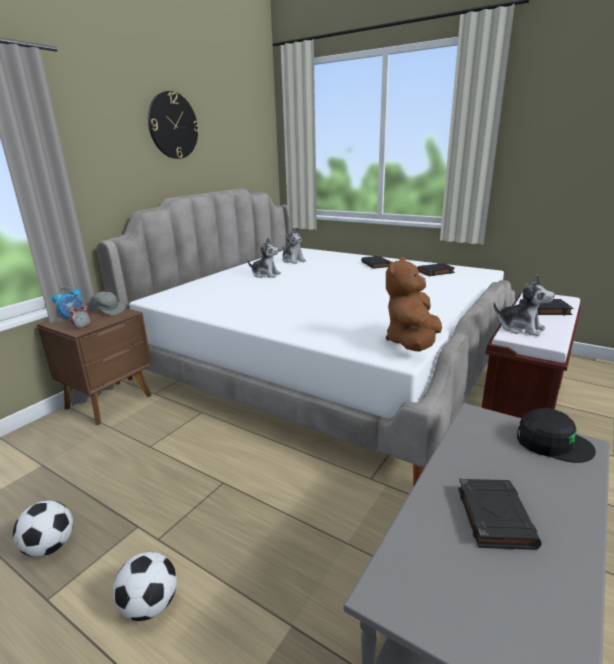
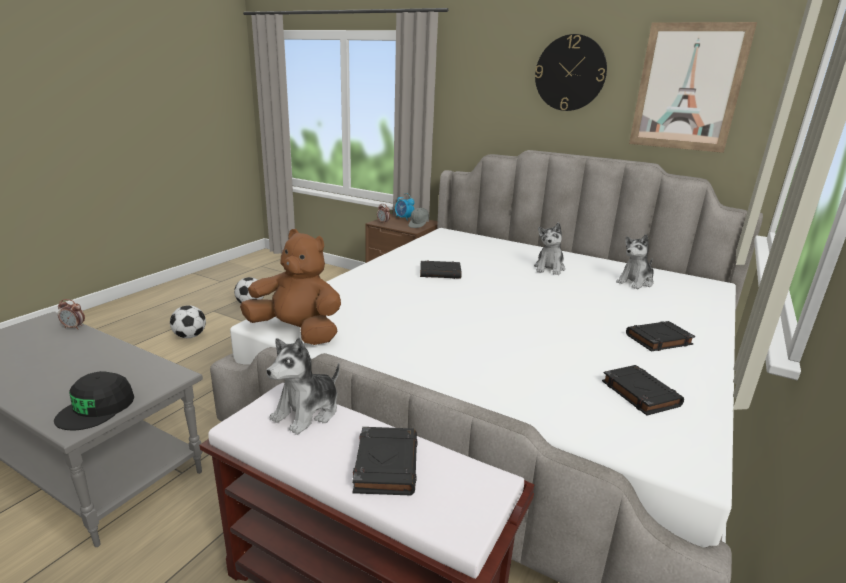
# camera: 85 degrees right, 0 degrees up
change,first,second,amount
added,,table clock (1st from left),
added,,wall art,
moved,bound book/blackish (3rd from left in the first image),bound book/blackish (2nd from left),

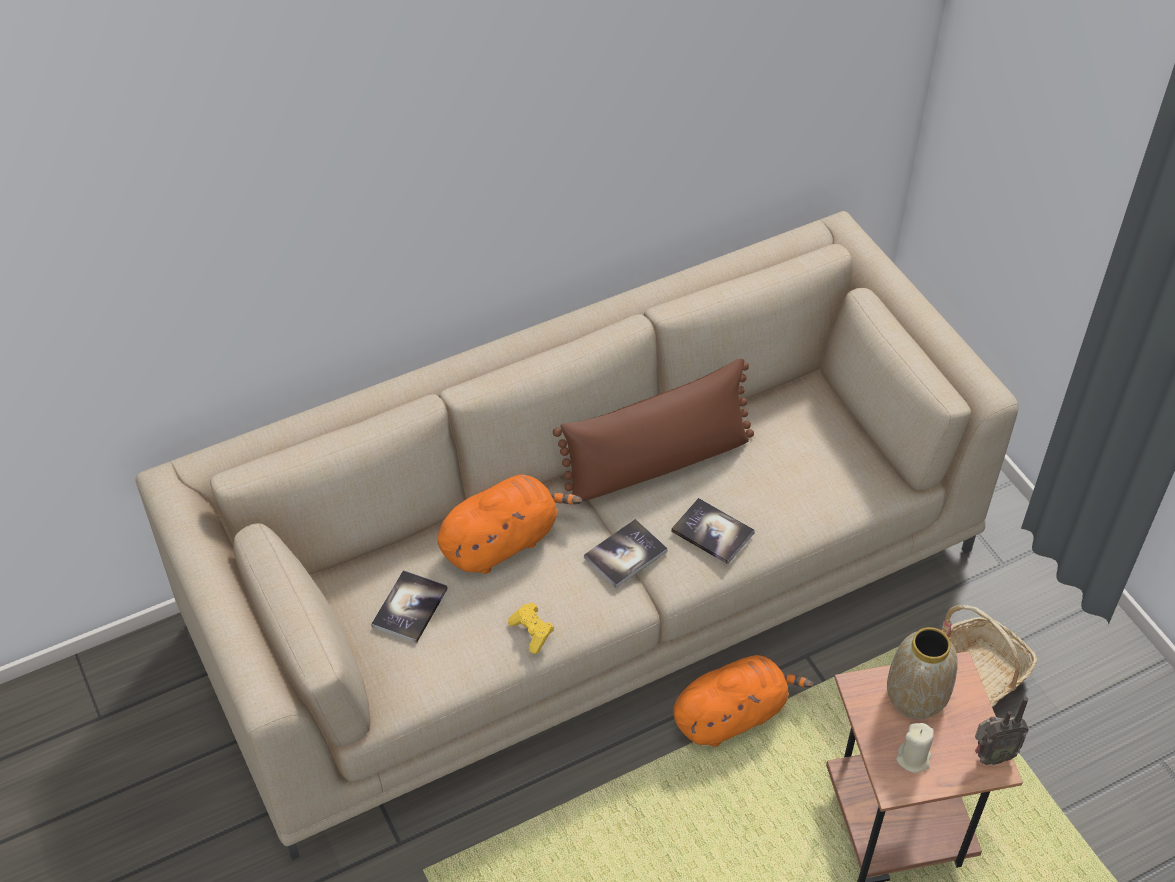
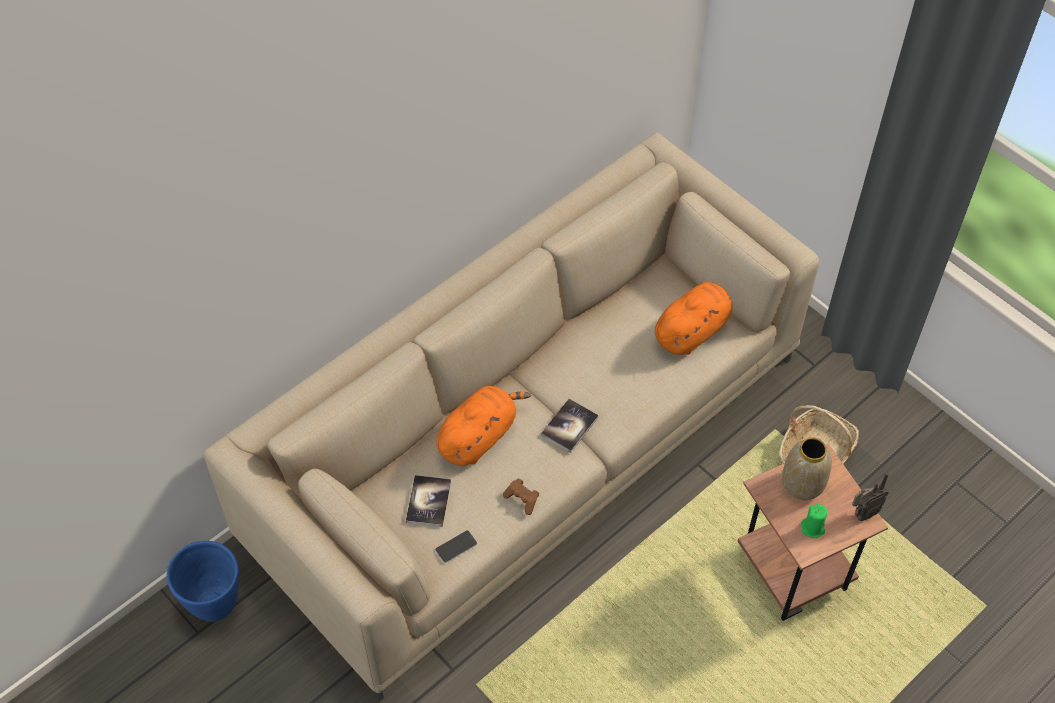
# camera: 15 degrees left, 5 degrees up
change,first,second,amount
removed,pillow/brownish,,
removed,bound book (3rd from left),,
added,,plant pot/blue-coloured,
added,,telephone,
moved,soft toy/orangey (2nd from left),,
recoloured,gamepad/yellow-coloured,gamepad/brownish,
recoloured,wax light/beige,wax light/green,

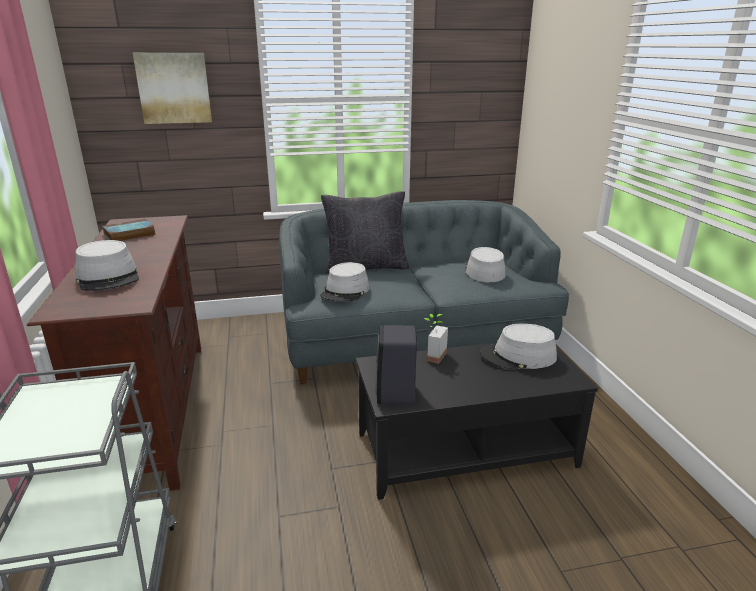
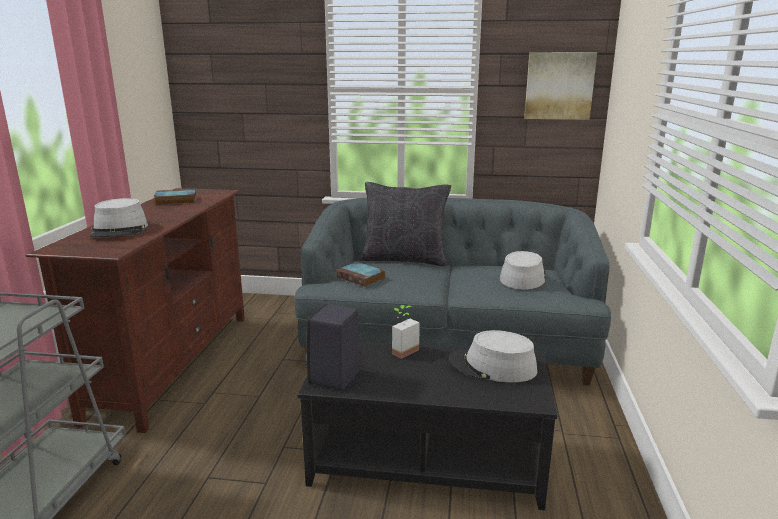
# camera: 20 degrees right, 5 degrees down
change,first,second,amount
moved,wall art,,
replaced,hat/grey (2nd from left),bound book (2nd from left),

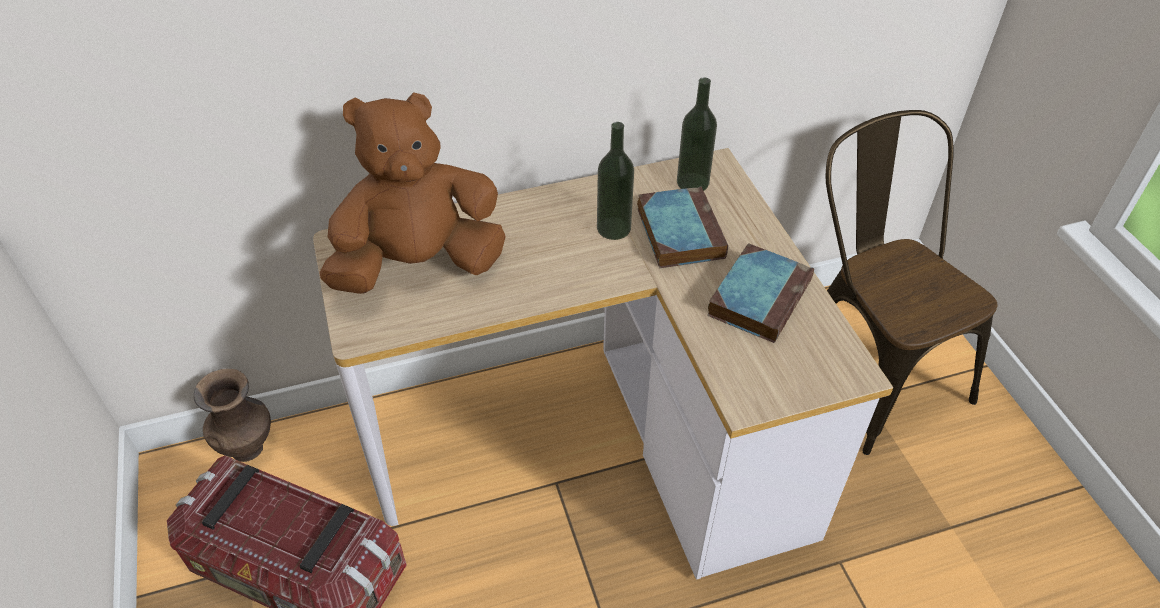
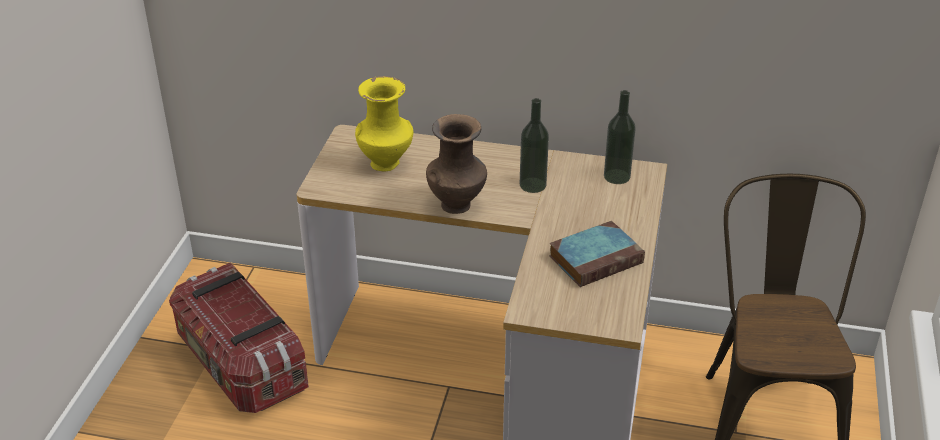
# camera: 30 degrees right, 10 degrees down
change,first,second,amount
removed,bound book (1st from left),,
moved,vase/brownish,,
replaced,soft toy/brownish,vase/yellow-coloured,

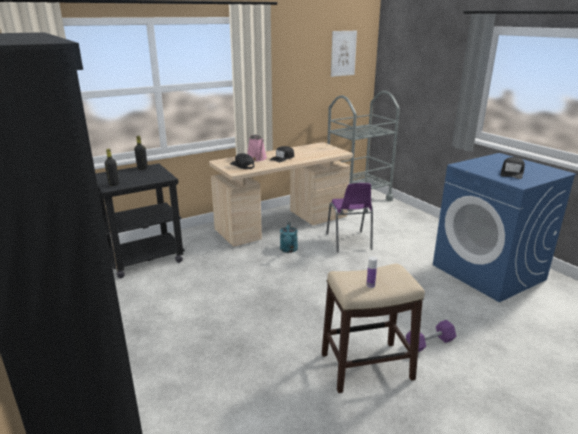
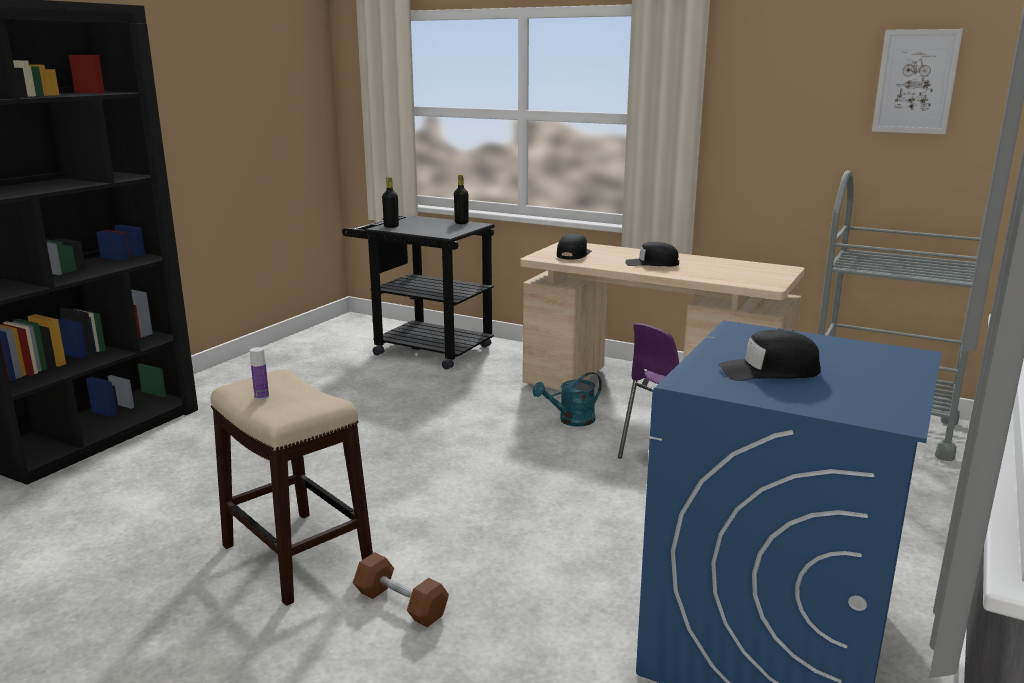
# camera: 60 degrees right, 5 degrees down
change,first,second,amount
removed,watering pot/pink,,
recoloured,free weight/purplish,free weight/brownish,

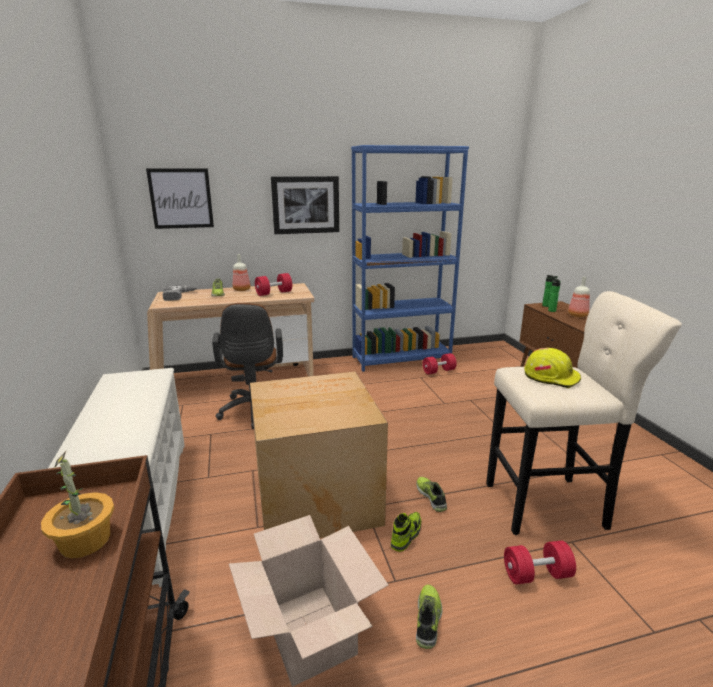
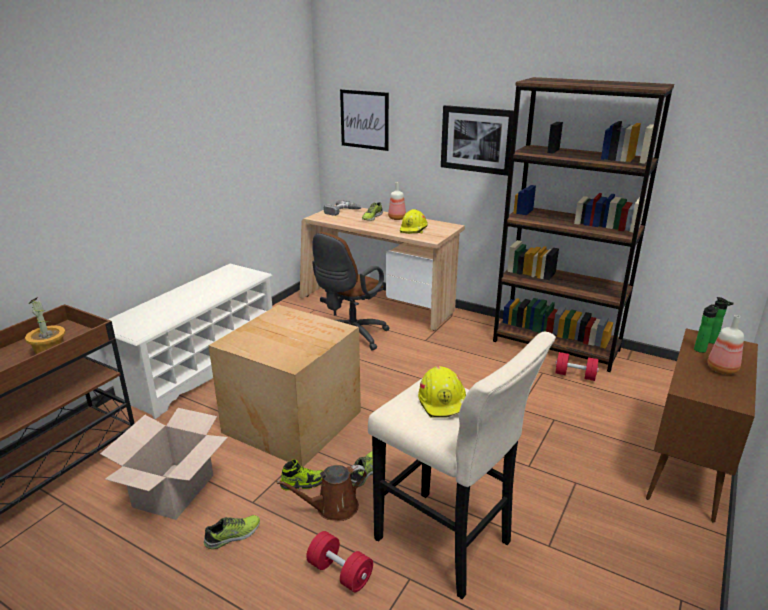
# camera: 45 degrees right, 5 degrees up
change,first,second,amount
added,,watering pot/brownish,
replaced,free weight/red-coloured (1st from left),work helmet/yellow-coloured (1st from left),
recoloured,shelving unit/blue-coloured,shelving unit/brownish,

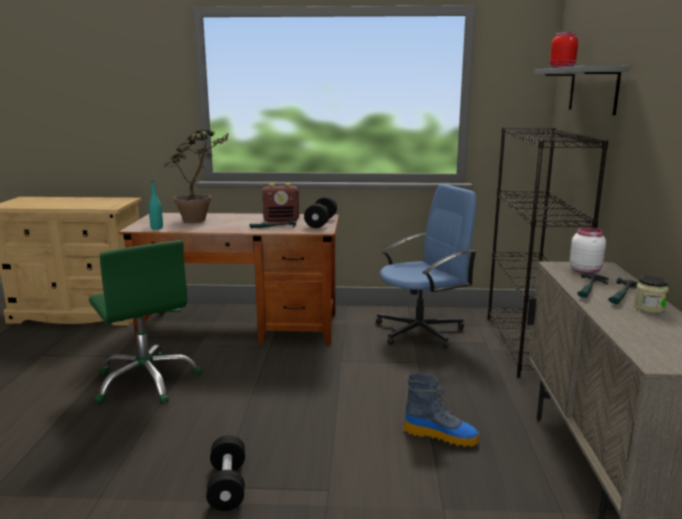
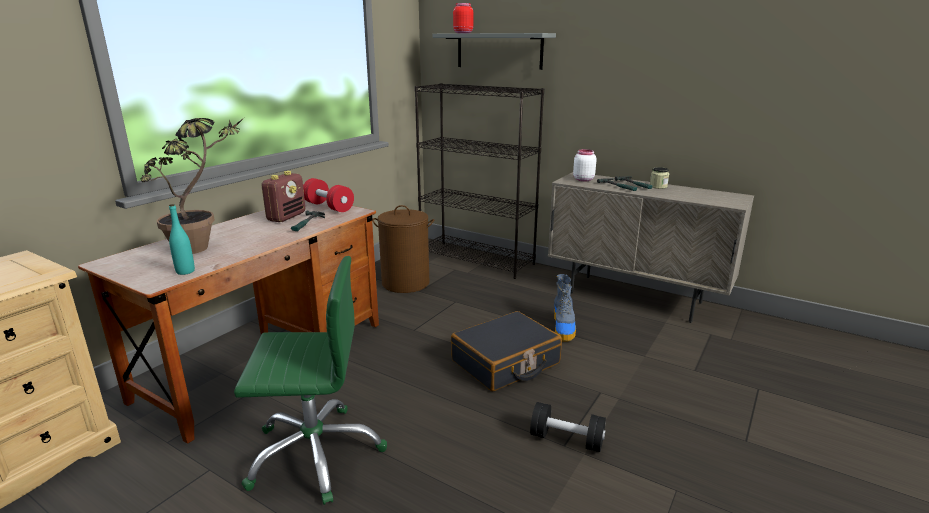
# camera: 60 degrees left, 5 degrees up
change,first,second,amount
added,,travel case/blackish,
replaced,computer chair/blue-coloured,laundry basket/brownish,
recoloured,free weight/blackish (2nd from left),free weight/red-coloured,
turned,high-top boot,,135 degrees clockwise

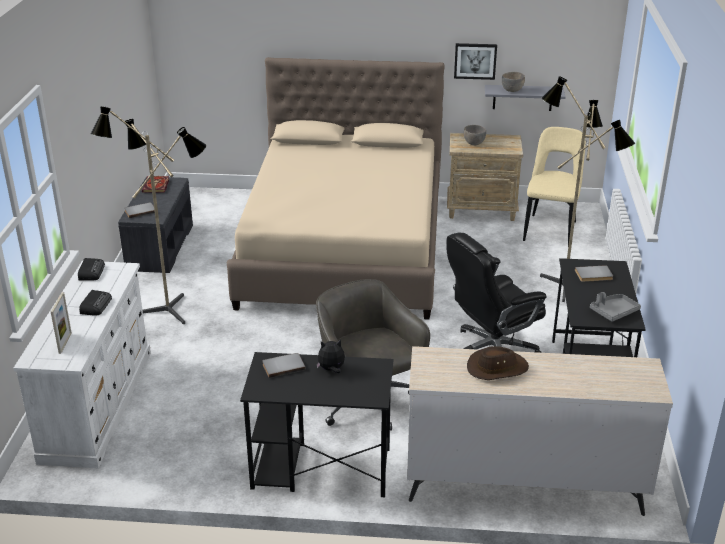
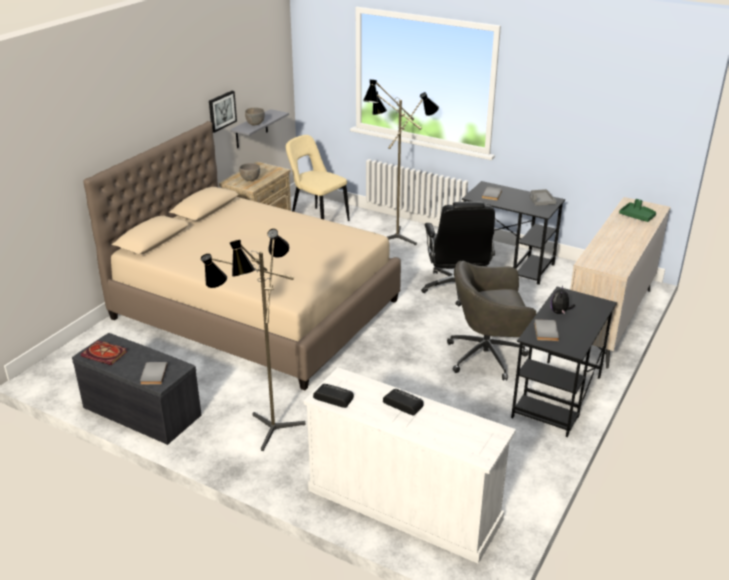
# camera: 65 degrees left, 0 degrees up
change,first,second,amount
removed,picture frame,,
removed,hat/brownish,,
added,,tray/green,

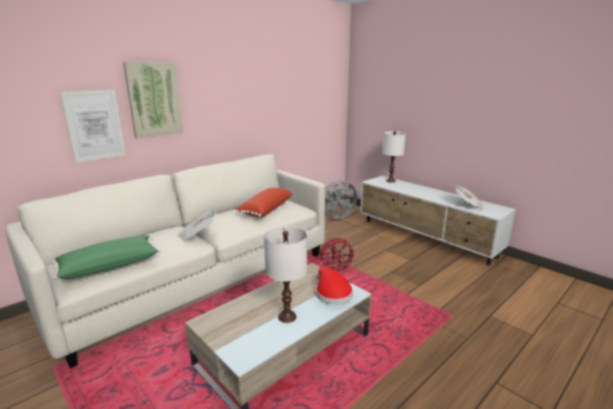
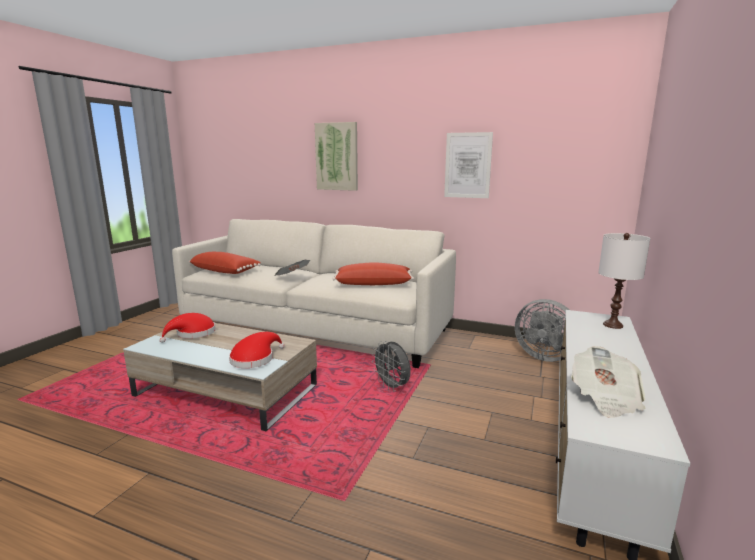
# camera: 65 degrees right, 5 degrees down
change,first,second,amount
removed,lamp for a table/whitish (1st from left),,
added,,hat/red-coloured (1st from left),
moved,wall art (1st from left in the first image),wall art (2nd from left),
recoloured,pillow/green,pillow/red-coloured (1st from left),
recoloured,cooling fan/red-coloured,cooling fan/grey (1st from left),

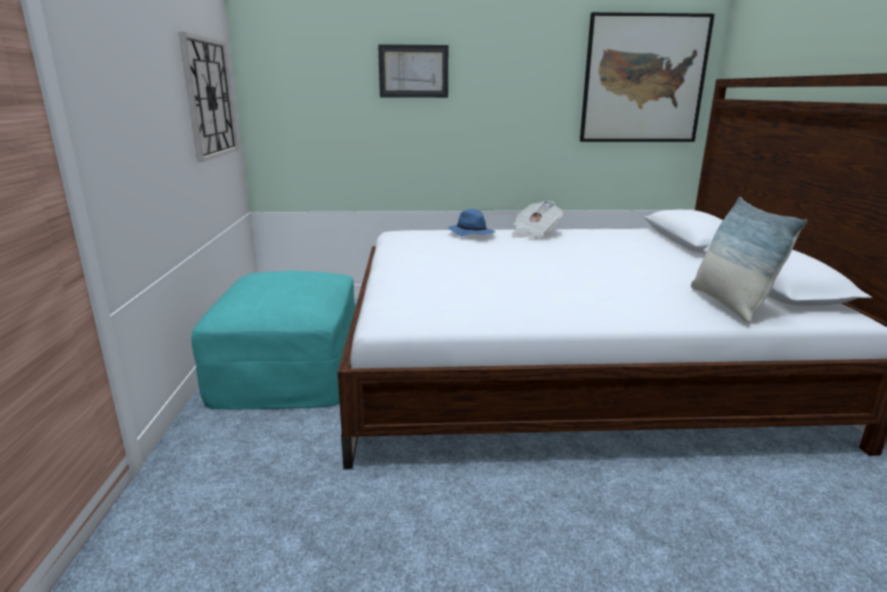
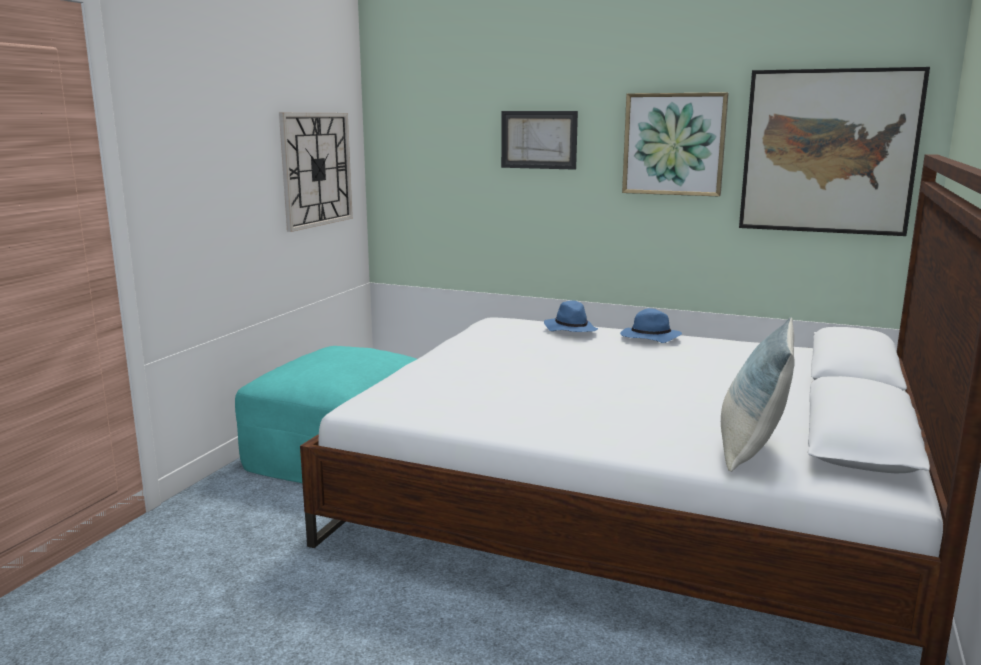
# camera: 25 degrees right, 5 degrees down
change,first,second,amount
added,,wall art (2nd from left),
replaced,printed paper,hat/blue-coloured (2nd from left),

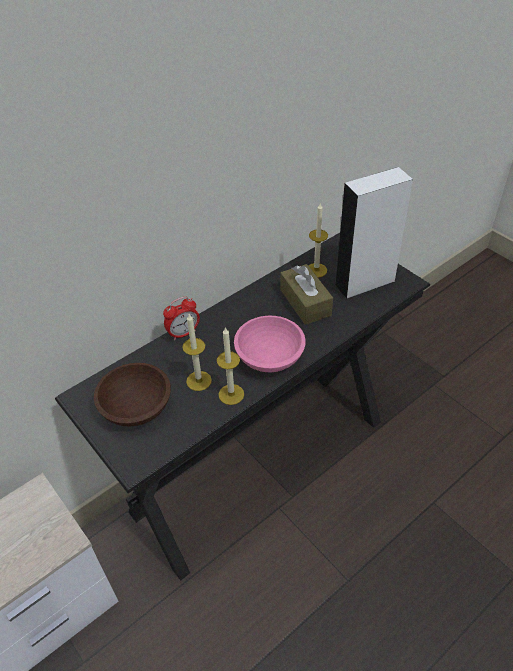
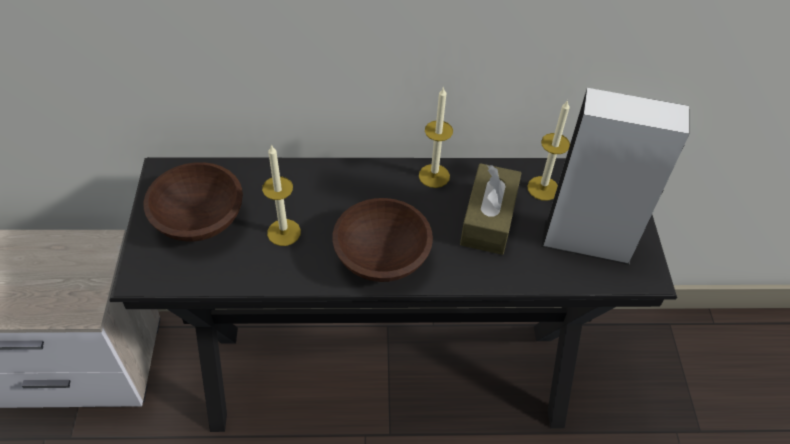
# camera: 35 degrees right, 5 degrees up
change,first,second,amount
removed,table clock,,
moved,wax light (2nd from left),,
recoloured,deep dish/pink,deep dish/brownish (2nd from left),

